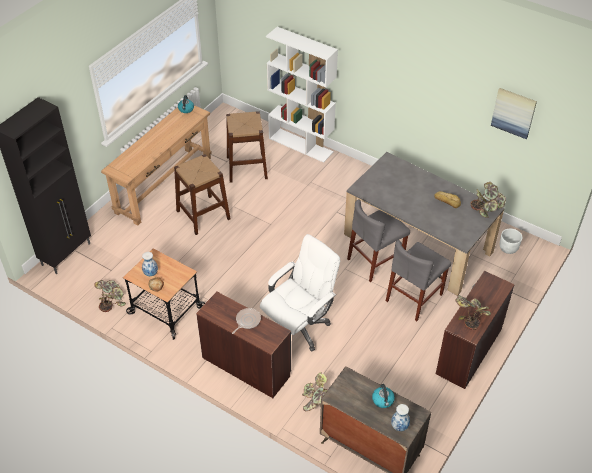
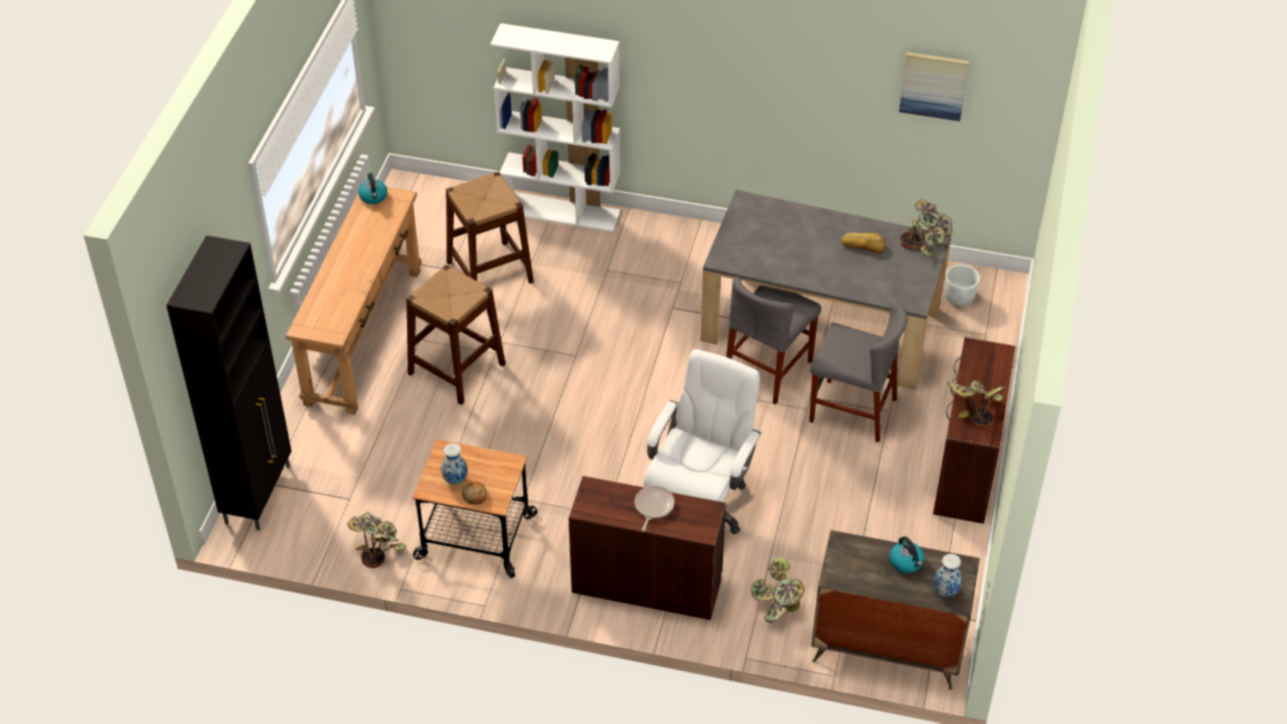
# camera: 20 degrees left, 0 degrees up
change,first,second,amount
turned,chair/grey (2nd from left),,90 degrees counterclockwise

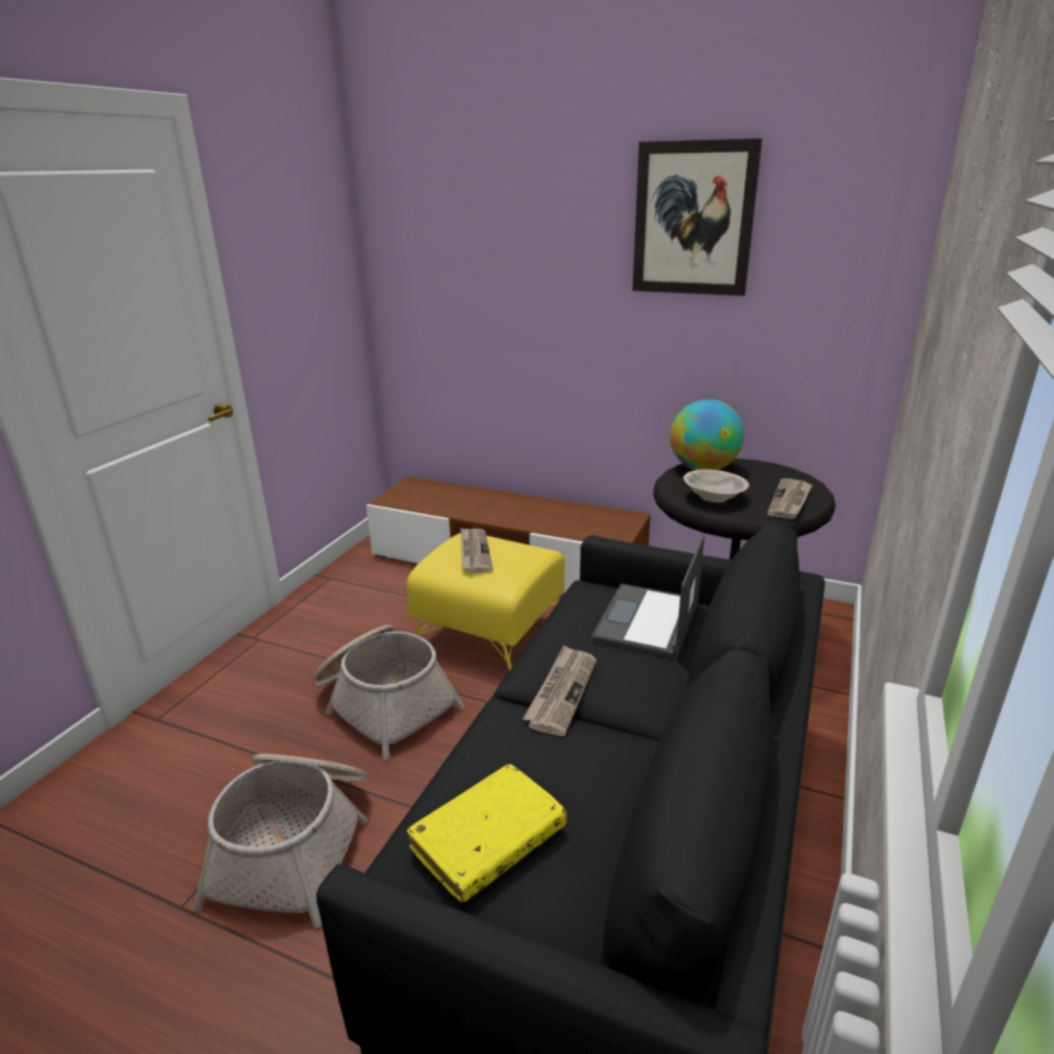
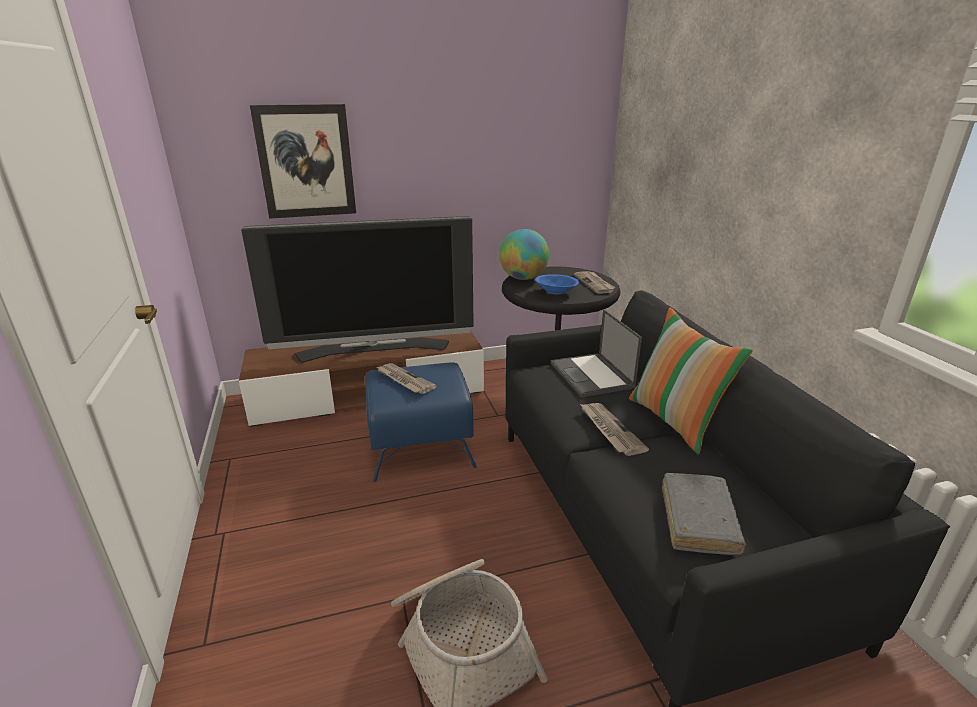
# camera: 40 degrees left, 0 degrees up
change,first,second,amount
removed,storage basket (2nd from left),,
added,,television,
added,,pillow,
moved,wall art,,
recoloured,pouffe/yellow-coloured,pouffe/blue-coloured,
recoloured,bound book/yellow-coloured,bound book/grey,
recoloured,deep dish/beige,deep dish/blue-coloured,

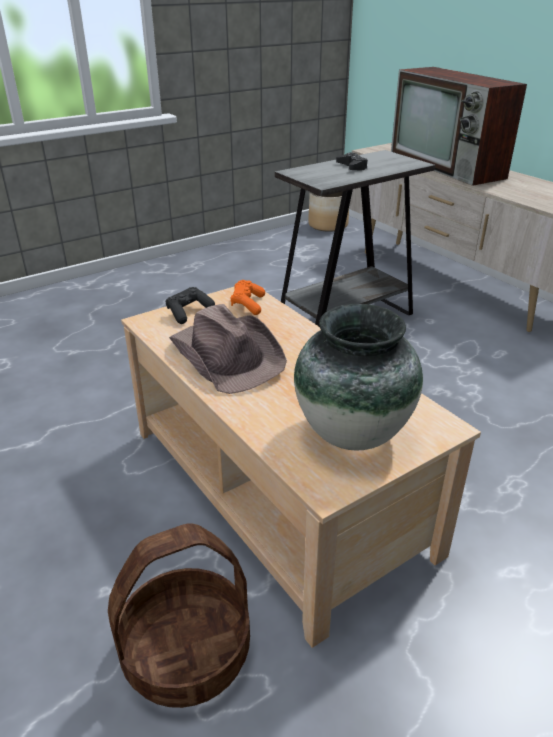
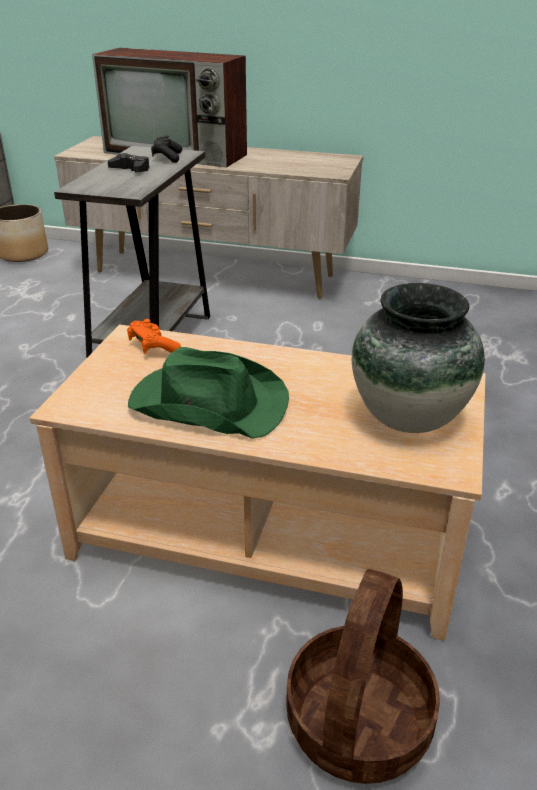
# camera: 40 degrees left, 0 degrees up
change,first,second,amount
moved,gamepad/blackish (1st from left in the first image),gamepad/blackish (2nd from left),
recoloured,hat/brownish,hat/green,

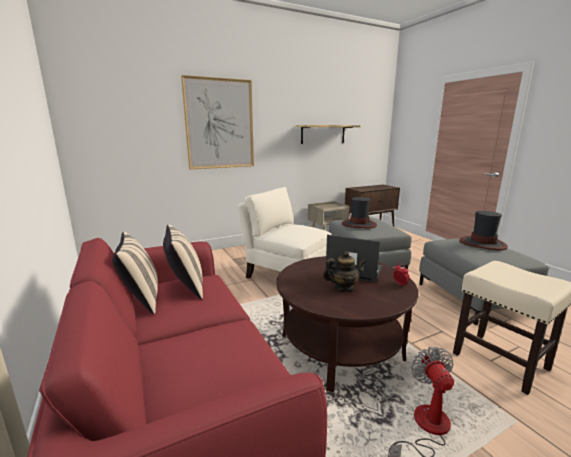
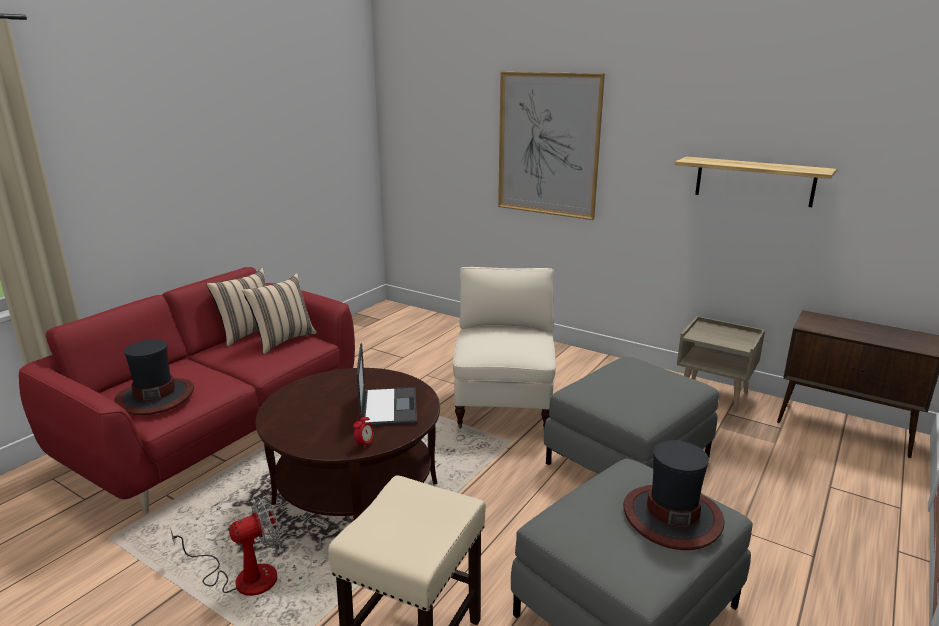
# camera: 60 degrees right, 5 degrees up
change,first,second,amount
removed,teapot,,
moved,hat (1st from left),,

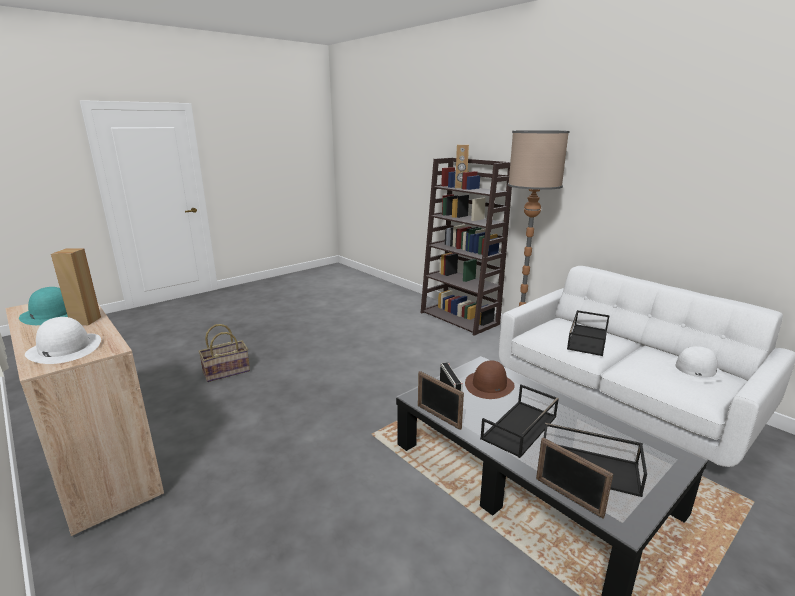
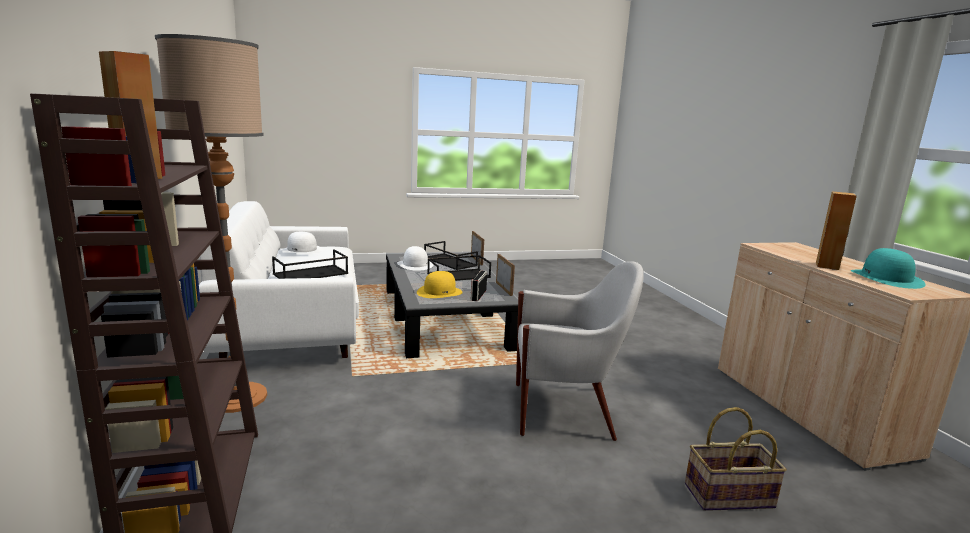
# camera: 155 degrees left, 5 degrees down
change,first,second,amount
added,,easy chair/whitish,
moved,hat/whitish (1st from left in the first image),hat/whitish (2nd from left),
recoloured,hat/brownish,hat/yellow-coloured,

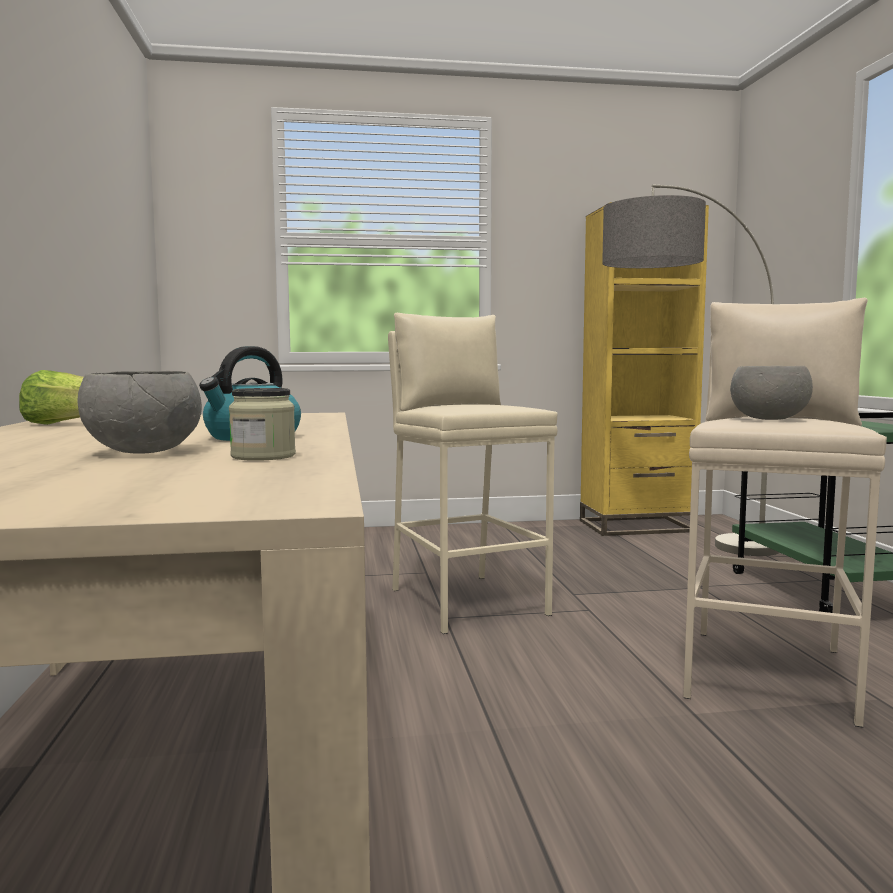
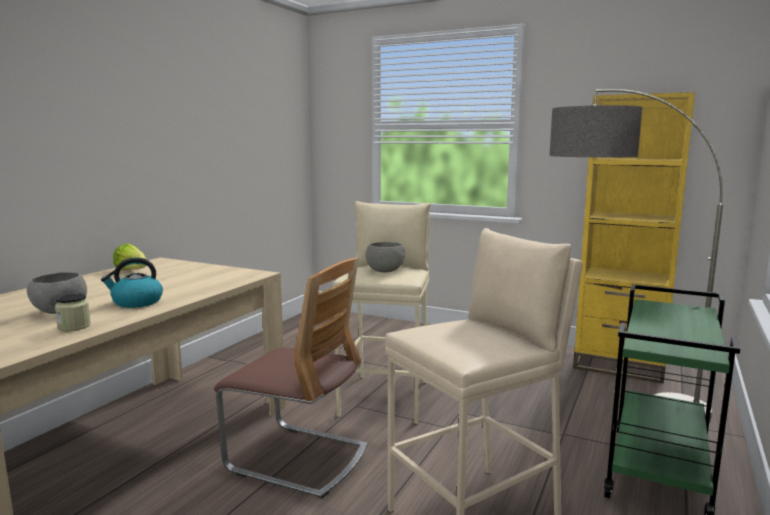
# camera: 35 degrees right, 5 degrees up
change,first,second,amount
added,,chair,
moved,deep dish/grey (2nd from left),,

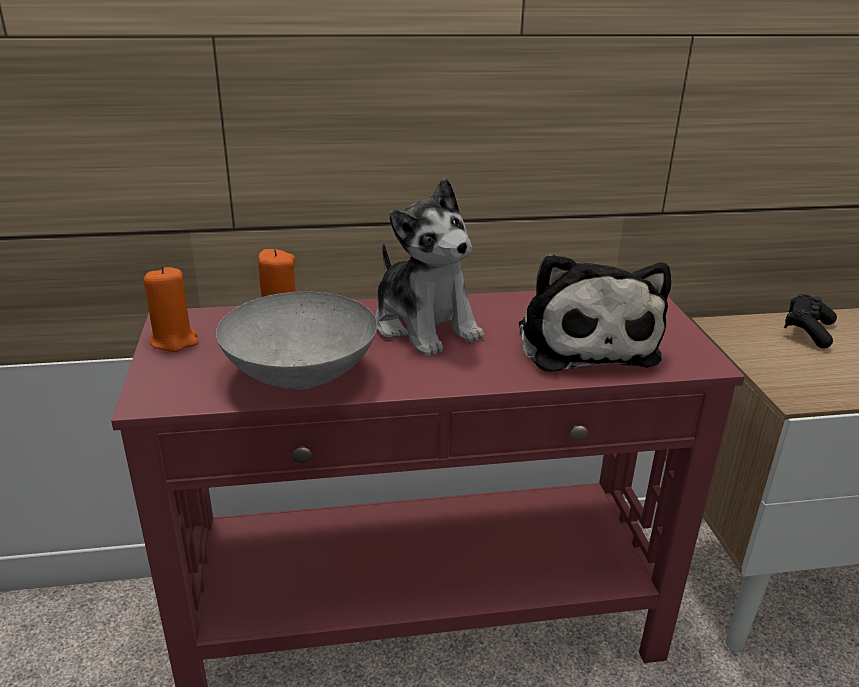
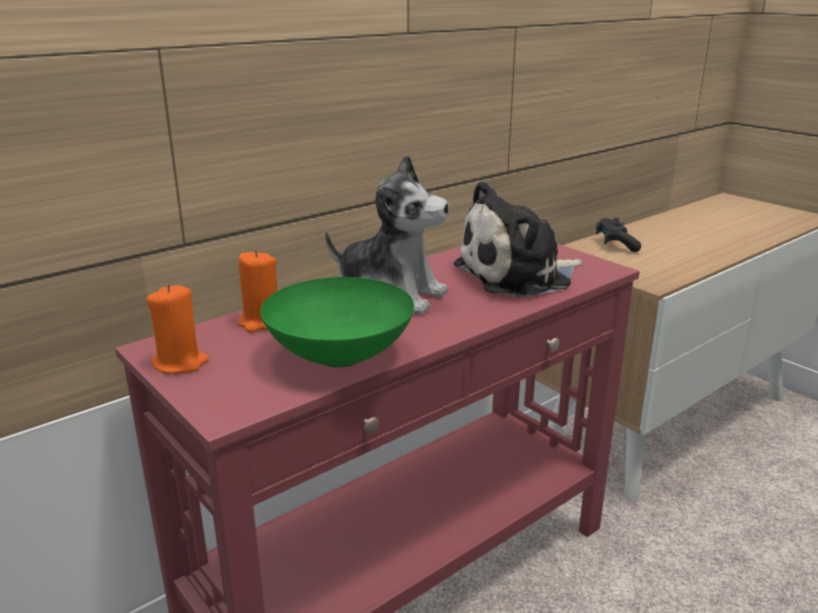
# camera: 30 degrees left, 5 degrees down
change,first,second,amount
recoloured,deep dish/grey,deep dish/green,
turned,soft toy (2nd from left),,105 degrees clockwise

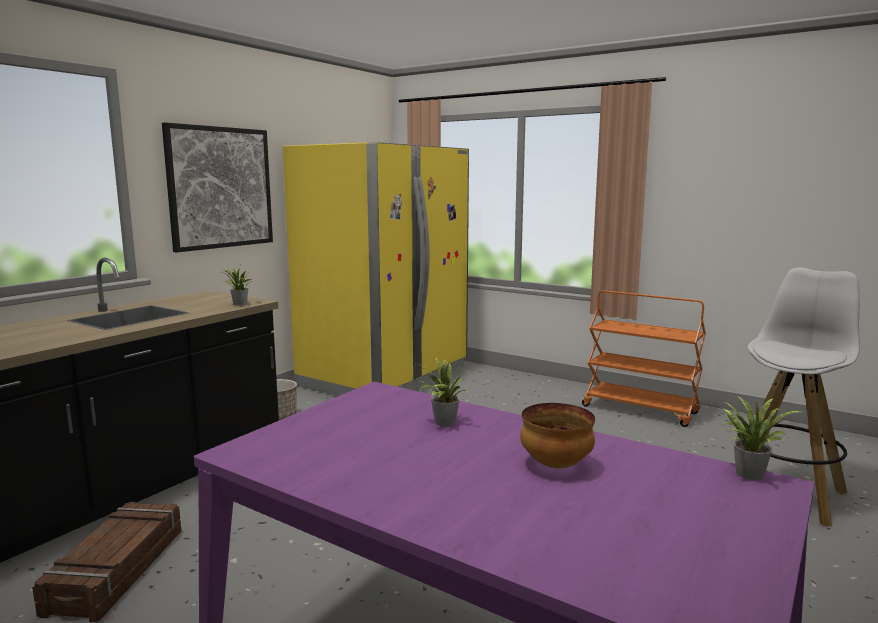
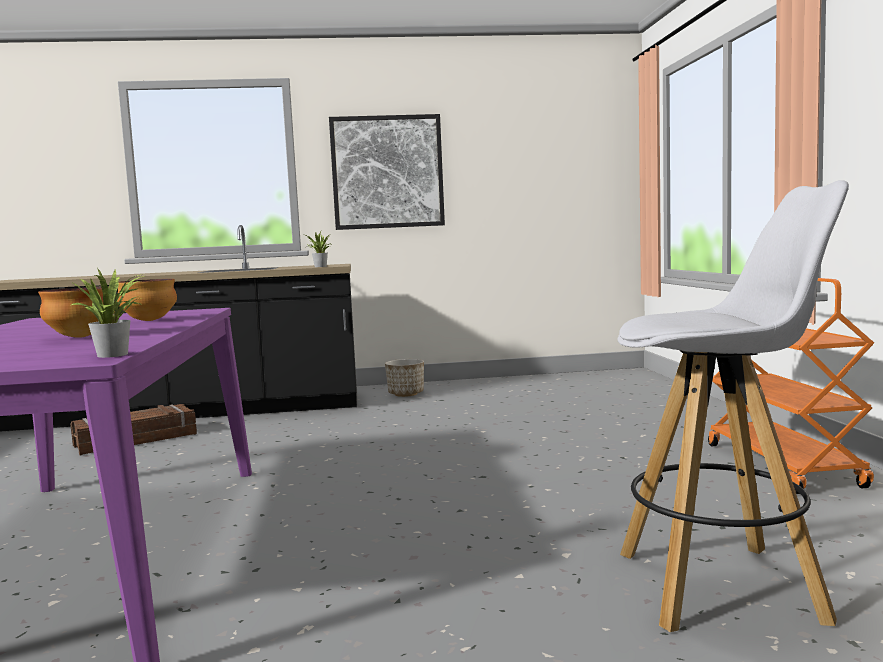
# camera: 50 degrees right, 5 degrees down
change,first,second,amount
removed,kitchen fridge/yellow-coloured,,
replaced,potted plant (2nd from left),deep dish (2nd from left),

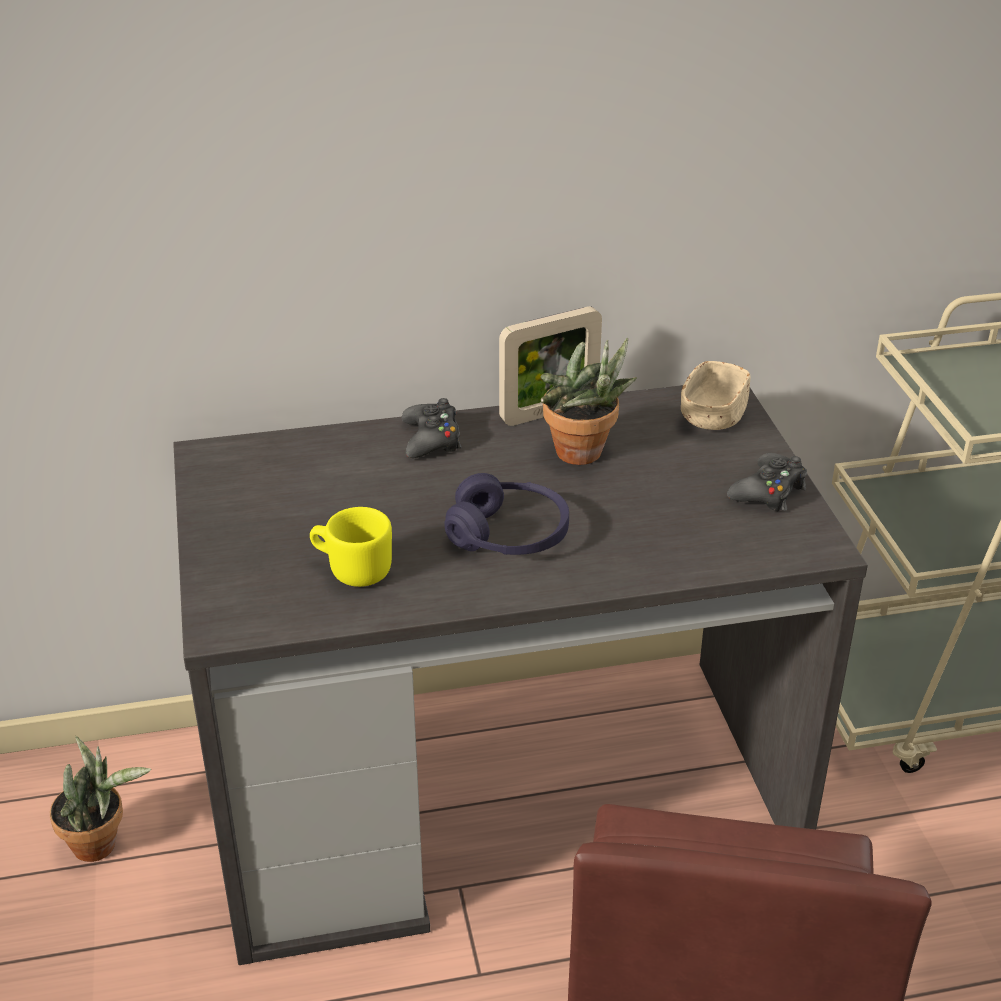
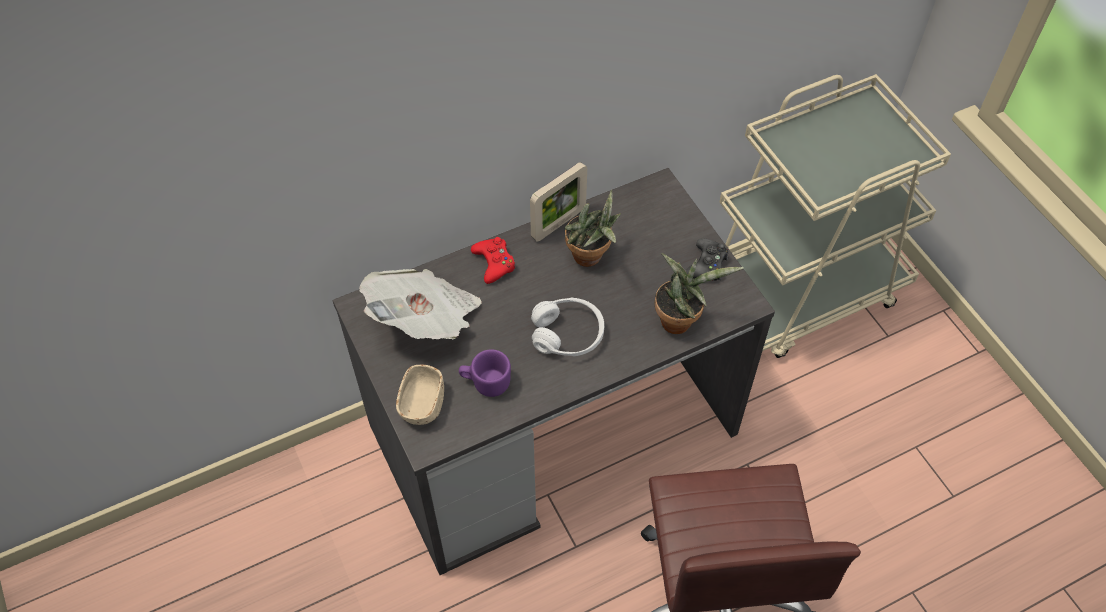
# camera: 15 degrees left, 20 degrees up
change,first,second,amount
added,,printed paper,
moved,potted plant (1st from left in the first image),potted plant (2nd from left),
moved,deep dish/beige,,
recoloured,mug/yellow-coloured,mug/purplish,
recoloured,gamepad/blackish (1st from left),gamepad/red-coloured,
recoloured,headphones/purplish,headphones/whitish,

